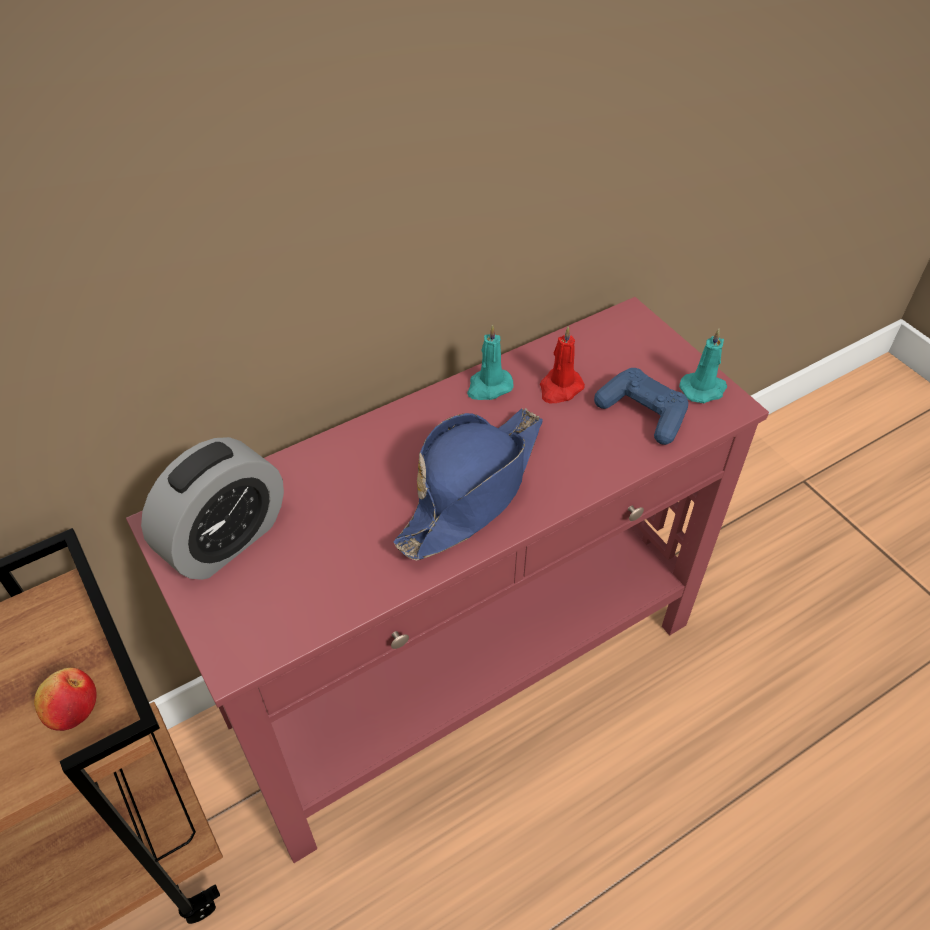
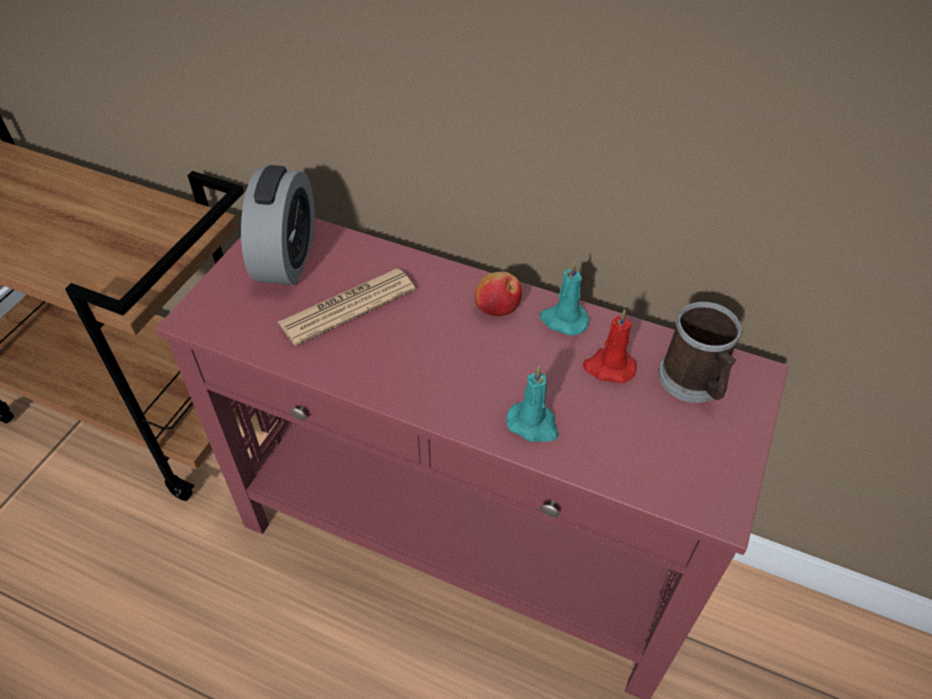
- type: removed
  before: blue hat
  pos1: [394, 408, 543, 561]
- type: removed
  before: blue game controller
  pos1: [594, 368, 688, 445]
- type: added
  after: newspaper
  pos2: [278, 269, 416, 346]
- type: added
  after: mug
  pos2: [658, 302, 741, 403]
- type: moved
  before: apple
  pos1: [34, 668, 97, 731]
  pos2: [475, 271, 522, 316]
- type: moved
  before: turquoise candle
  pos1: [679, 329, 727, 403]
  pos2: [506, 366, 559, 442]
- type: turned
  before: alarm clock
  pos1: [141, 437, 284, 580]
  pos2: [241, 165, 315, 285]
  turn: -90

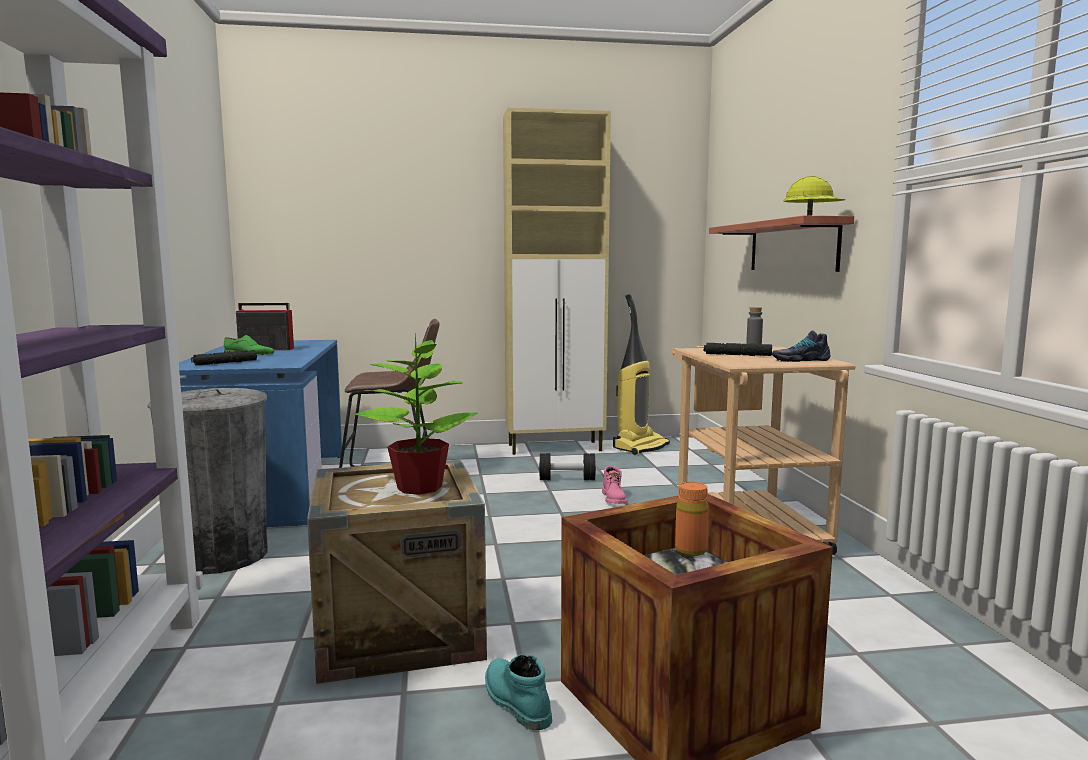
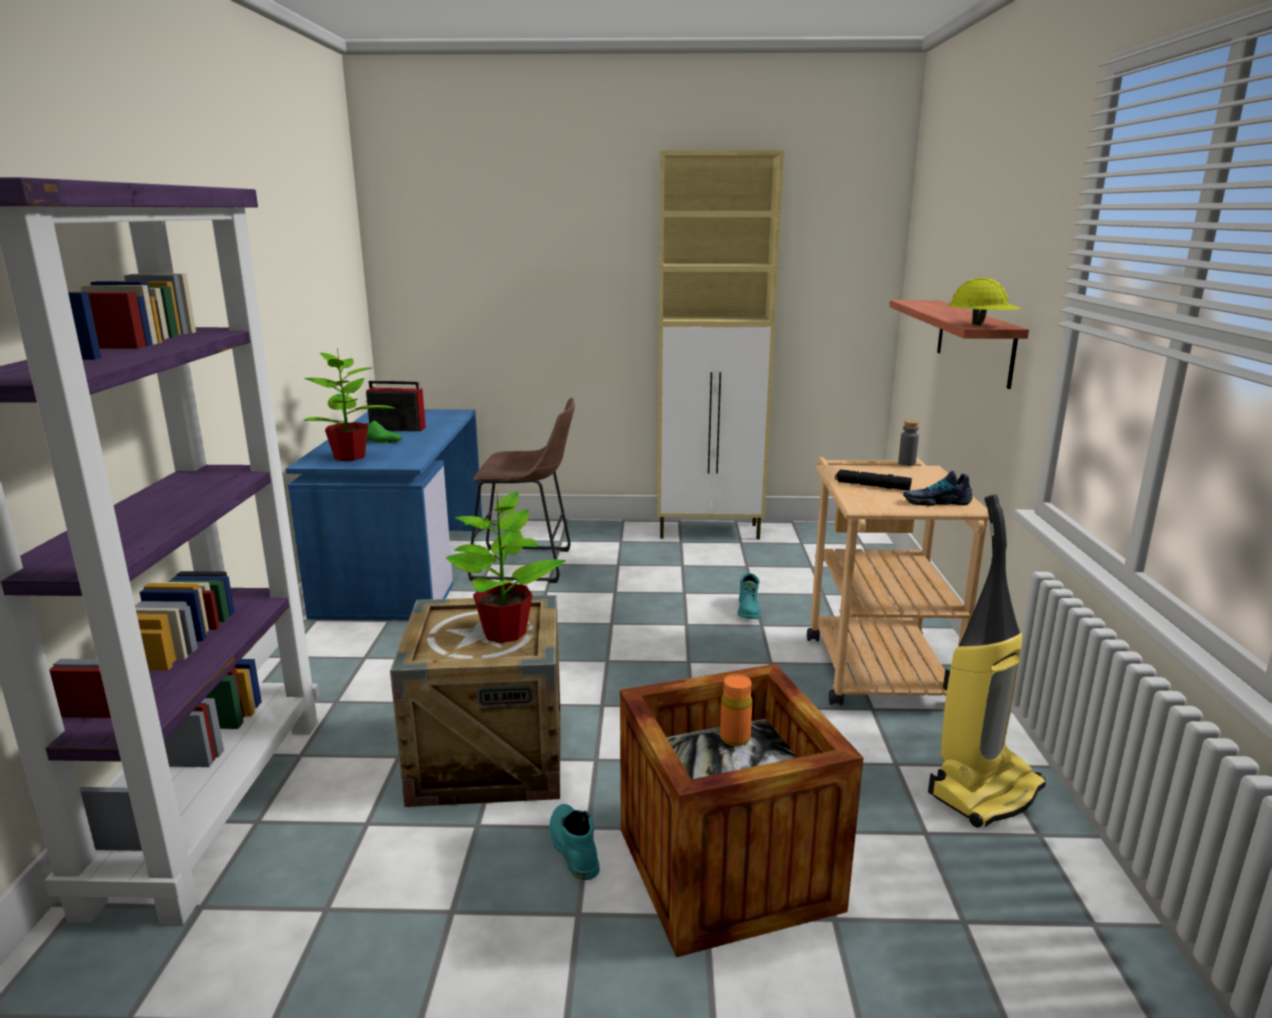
- type: removed
  before: grey trash can
  pos1: [148, 388, 268, 574]
- type: removed
  before: black dumbbell
  pos1: [538, 453, 596, 480]
- type: moved
  before: vacuum cleaner
  pos1: [613, 294, 670, 455]
  pos2: [928, 494, 1046, 828]
- type: replaced
  before: black flashlight
  after: potted plant
  pos1: [191, 350, 257, 366]
  pos2: [304, 353, 397, 461]
- type: recoloured
  before: pink boot
  after: turquoise boot
  pos1: [602, 466, 627, 504]
  pos2: [738, 573, 760, 619]

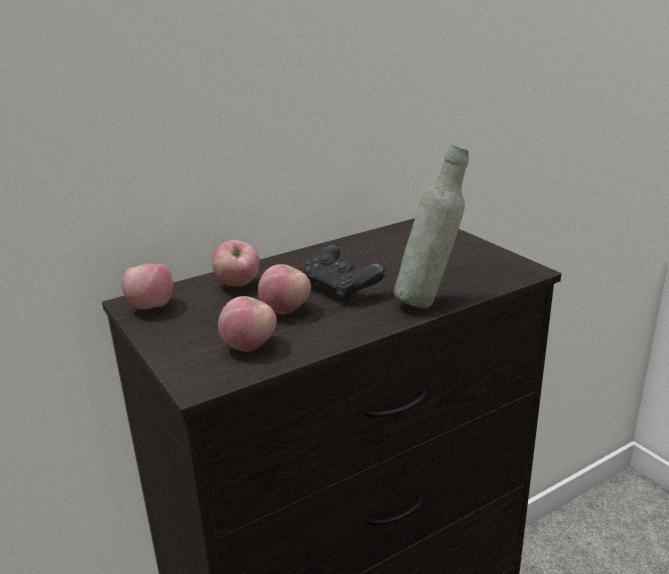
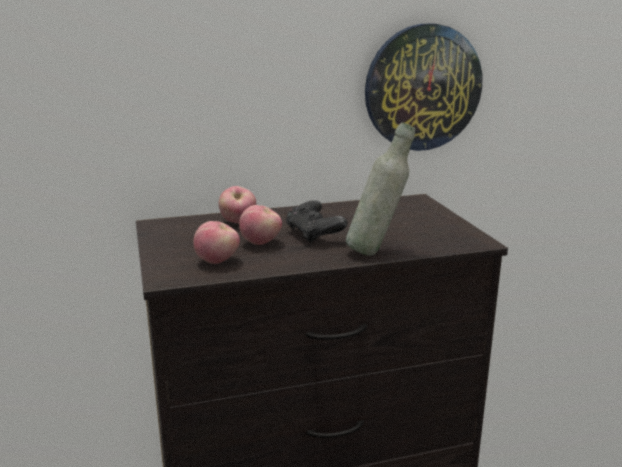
- type: removed
  before: apple
  pos1: [121, 263, 173, 309]
- type: added
  after: wall clock
  pos2: [365, 24, 482, 151]

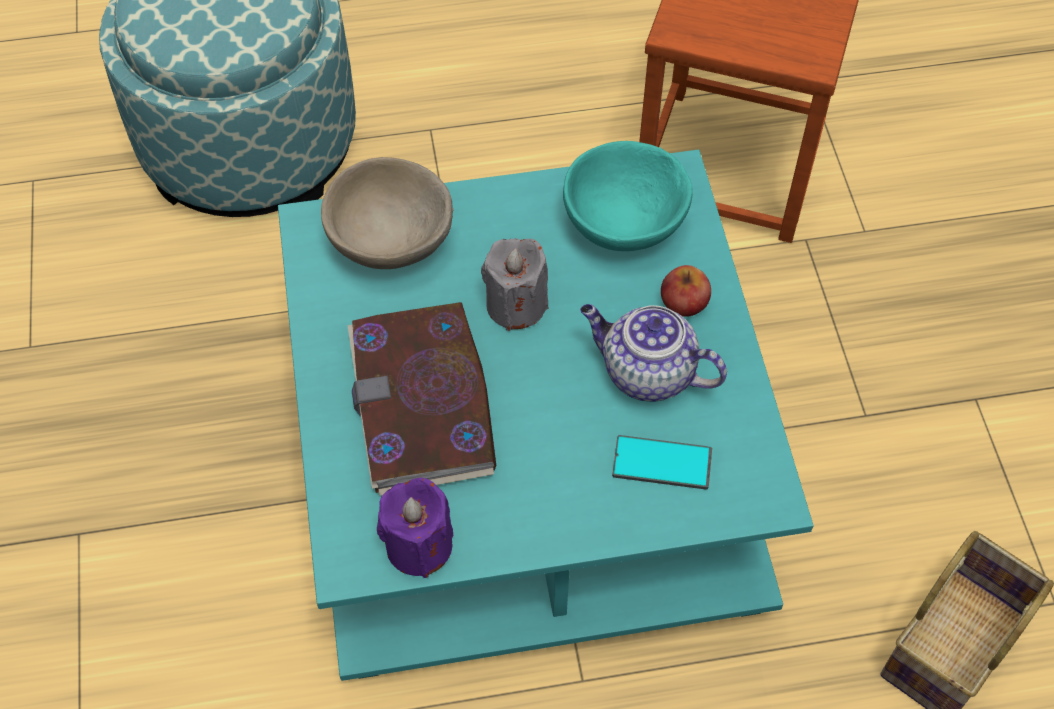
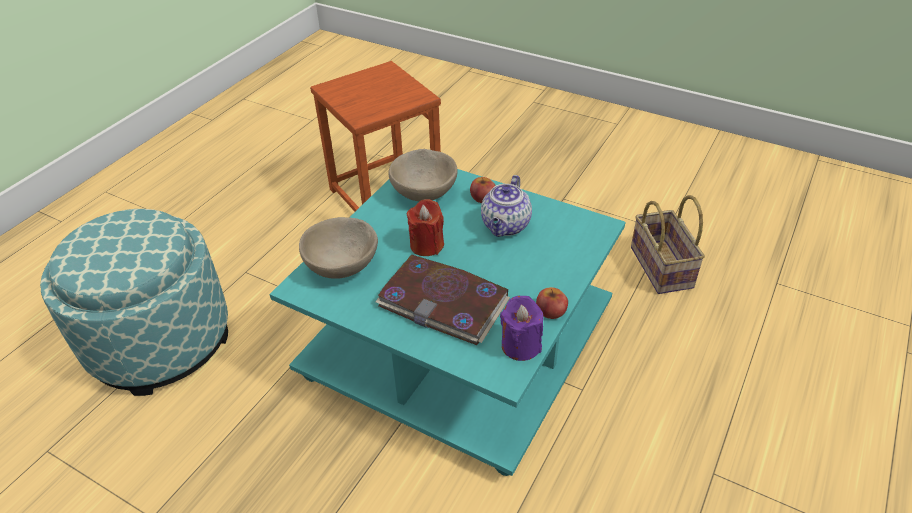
- type: removed
  before: phone
  pos1: [612, 435, 712, 490]
- type: added
  after: apple
  pos2: [536, 287, 568, 319]
- type: recoloured
  before: grey candle
  after: red candle
  pos1: [481, 238, 548, 331]
  pos2: [407, 199, 444, 256]
- type: recoloured
  before: turquoise bowl
  after: beige bowl
  pos1: [563, 141, 693, 251]
  pos2: [389, 149, 458, 201]
- type: turned
  before: teapot
  pos1: [580, 304, 727, 402]
  pos2: [481, 175, 532, 237]
  turn: -45

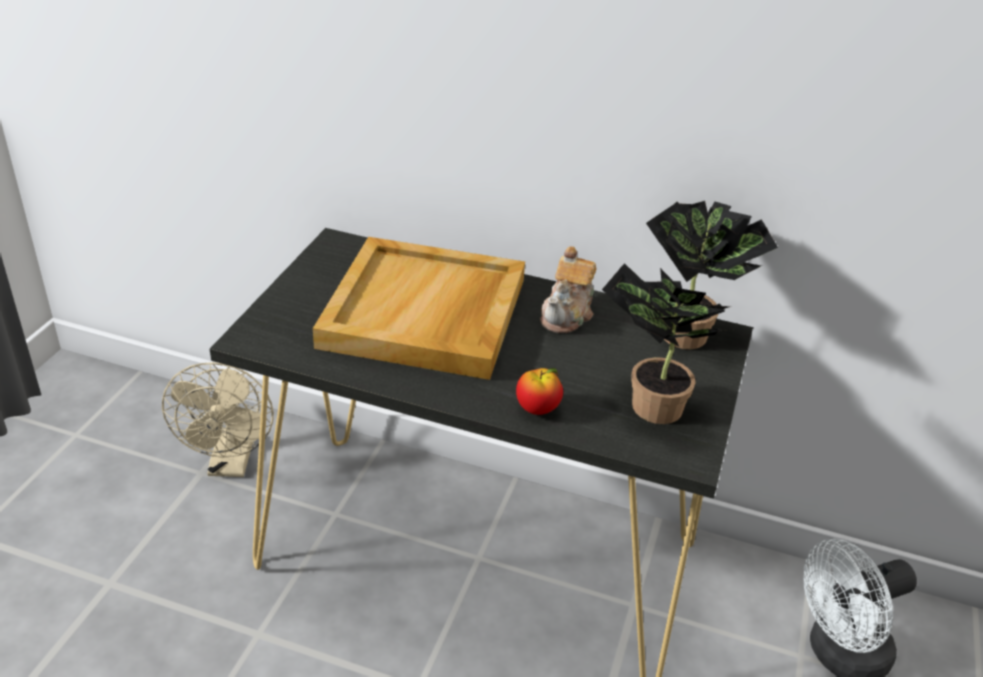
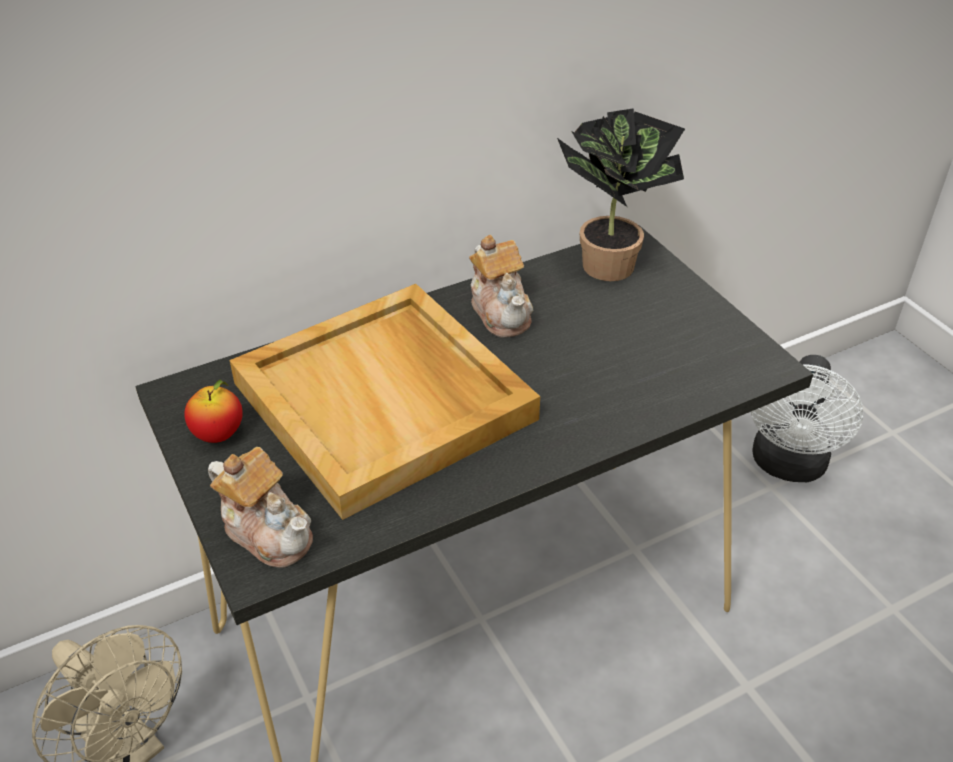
- type: removed
  before: potted plant
  pos1: [602, 263, 732, 424]
- type: added
  after: teapot
  pos2: [208, 447, 313, 568]
- type: moved
  before: apple
  pos1: [516, 368, 563, 415]
  pos2: [184, 380, 243, 443]

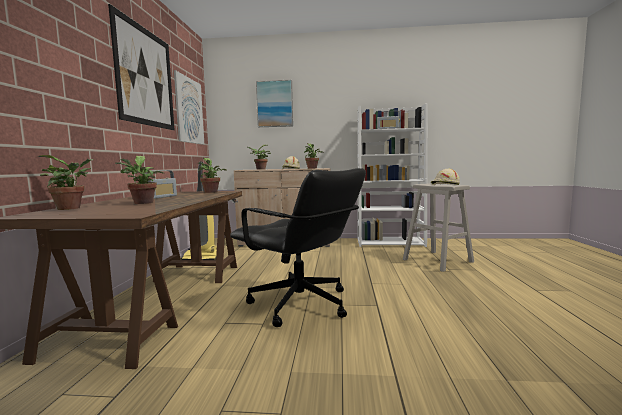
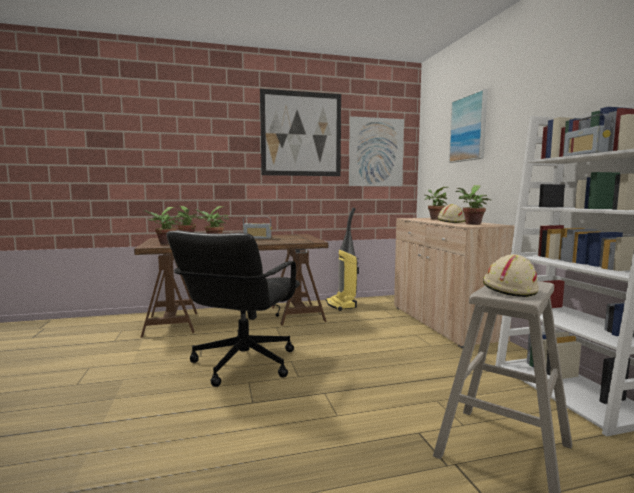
- type: moved
  before: potted plant
  pos1: [198, 158, 227, 193]
  pos2: [142, 207, 181, 245]

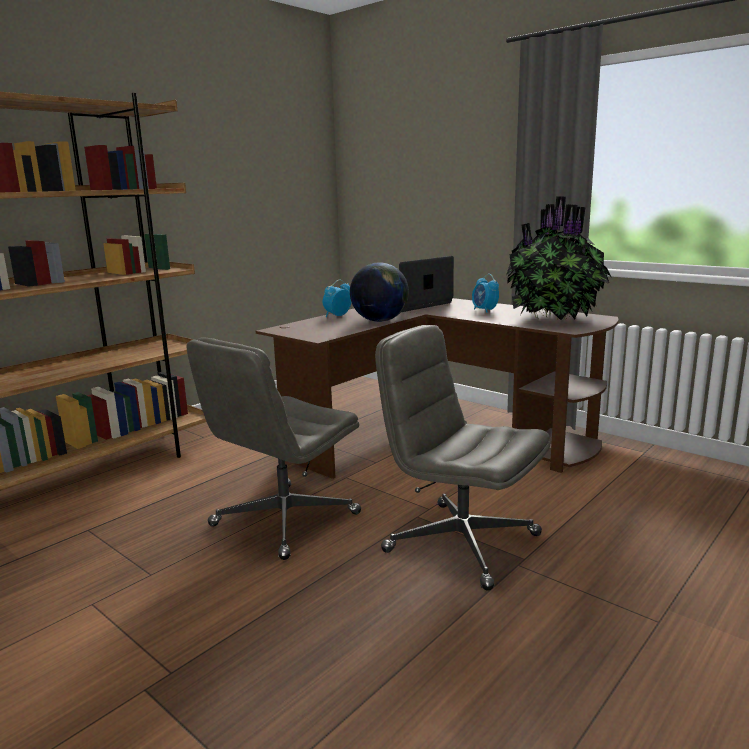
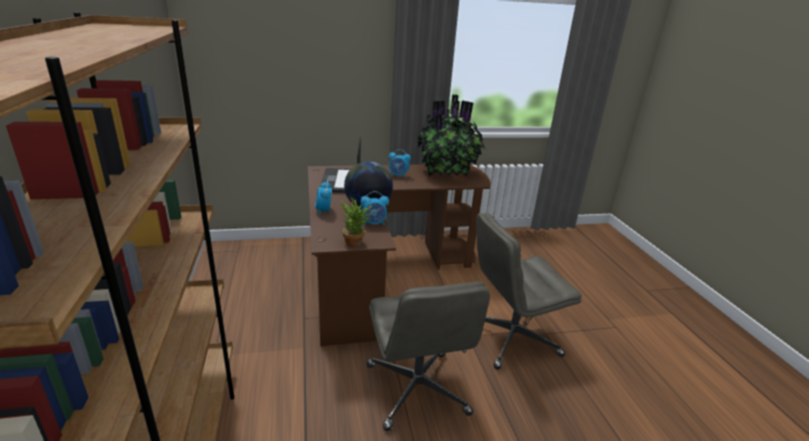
- type: added
  after: potted plant
  pos2: [341, 198, 374, 247]
- type: added
  after: alarm clock
  pos2: [360, 191, 389, 226]

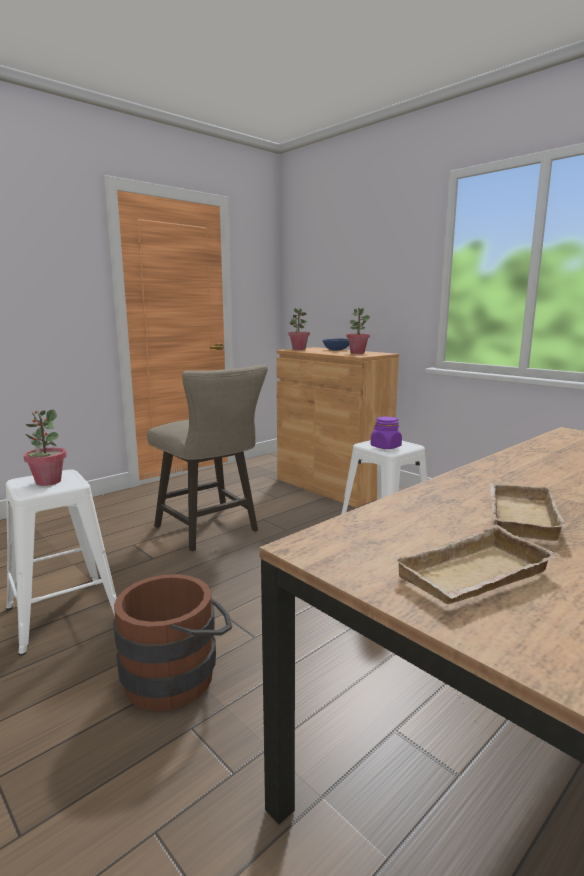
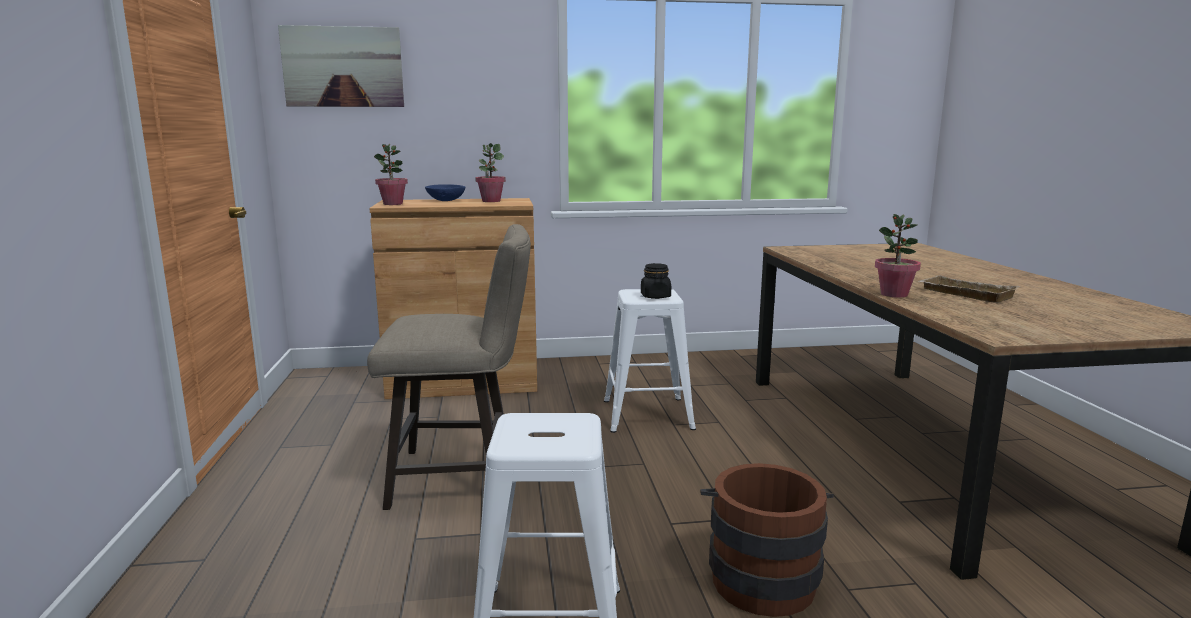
- type: removed
  before: beige tray
  pos1: [393, 525, 559, 604]
- type: added
  after: picture
  pos2: [278, 25, 404, 107]
- type: moved
  before: potted plant
  pos1: [23, 409, 67, 486]
  pos2: [875, 214, 921, 298]
- type: recoloured
  before: purple jar
  after: black jar
  pos1: [371, 416, 402, 449]
  pos2: [641, 263, 671, 299]

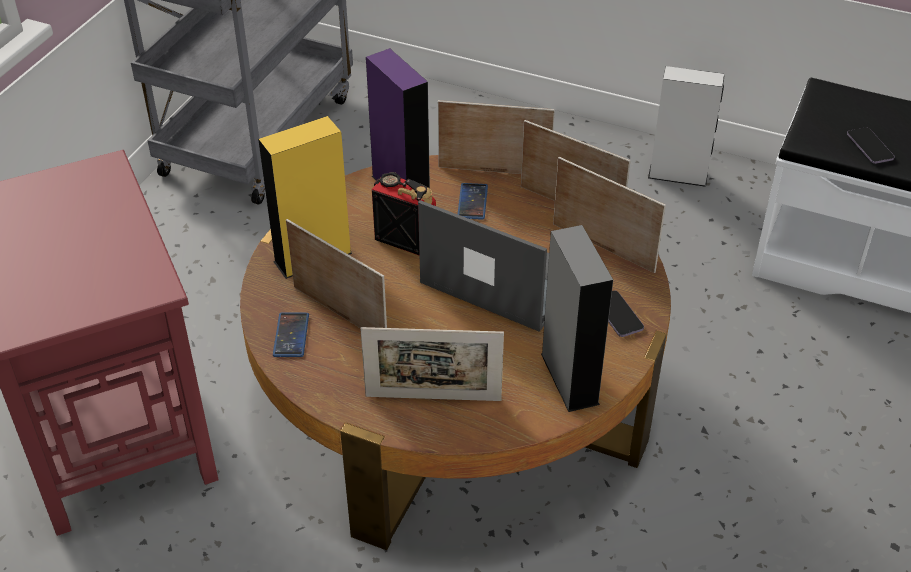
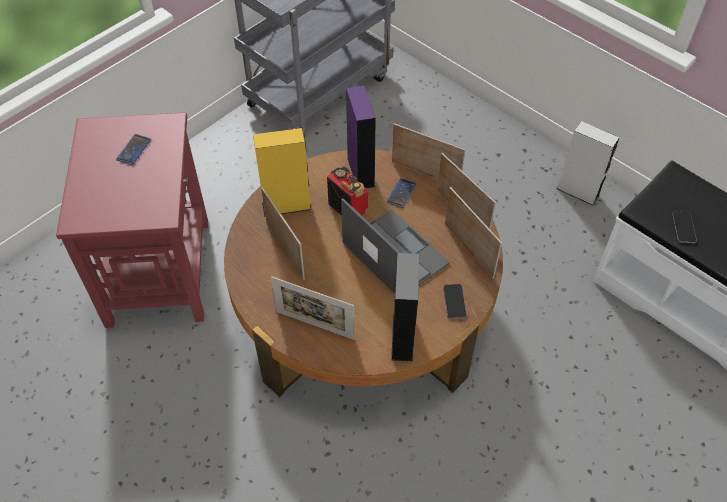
- type: moved
  before: phone
  pos1: [273, 312, 309, 357]
  pos2: [116, 134, 151, 165]

